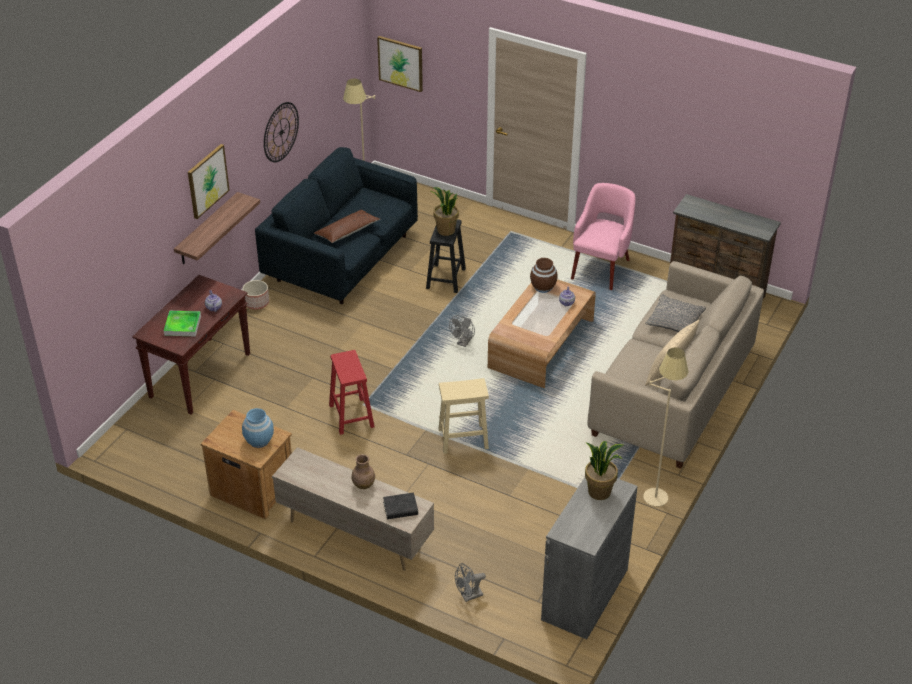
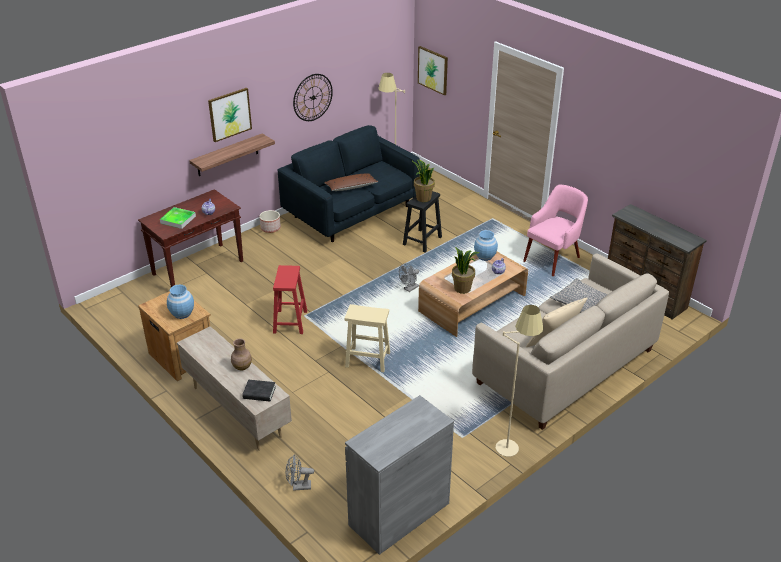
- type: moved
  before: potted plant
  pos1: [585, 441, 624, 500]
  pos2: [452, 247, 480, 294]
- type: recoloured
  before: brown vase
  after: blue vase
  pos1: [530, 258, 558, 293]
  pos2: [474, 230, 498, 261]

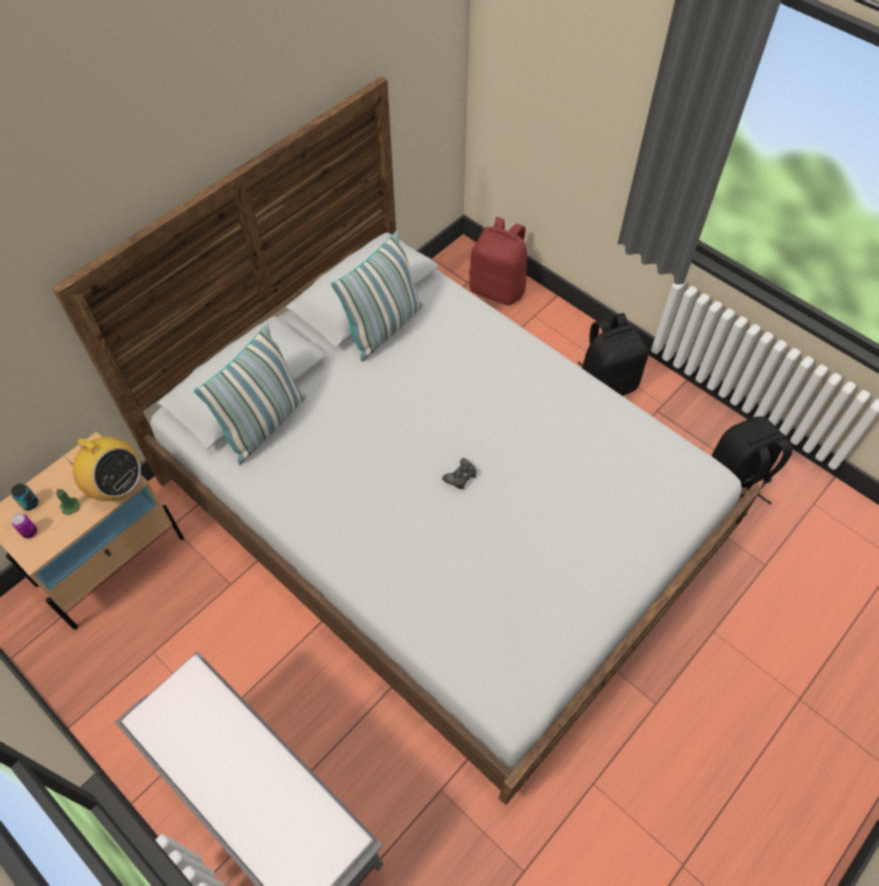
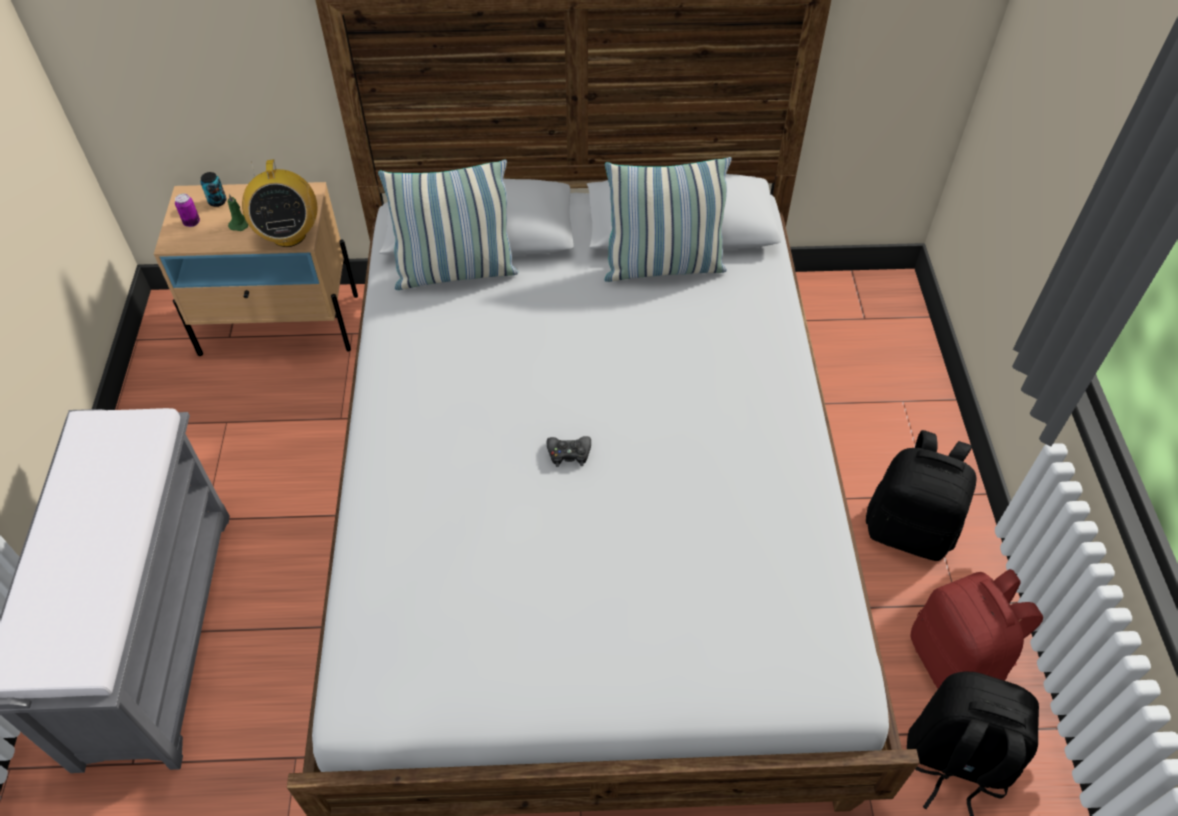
- type: moved
  before: red backpack
  pos1: [469, 217, 527, 306]
  pos2: [911, 569, 1043, 689]

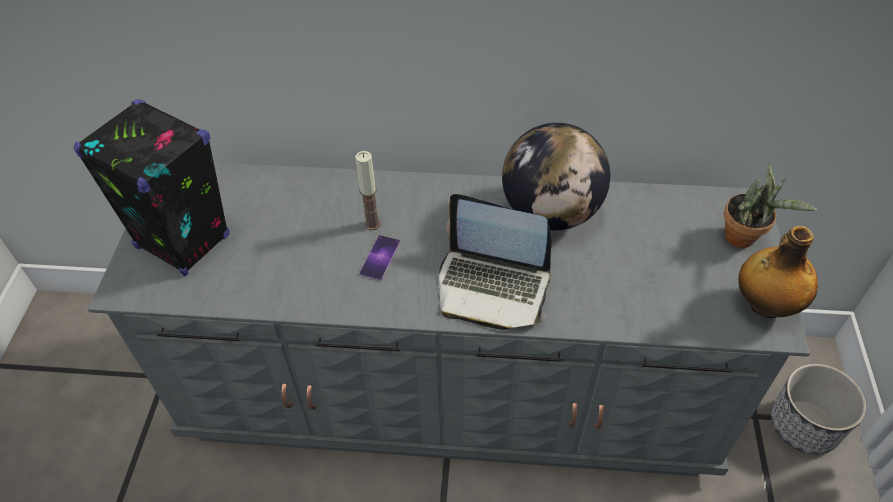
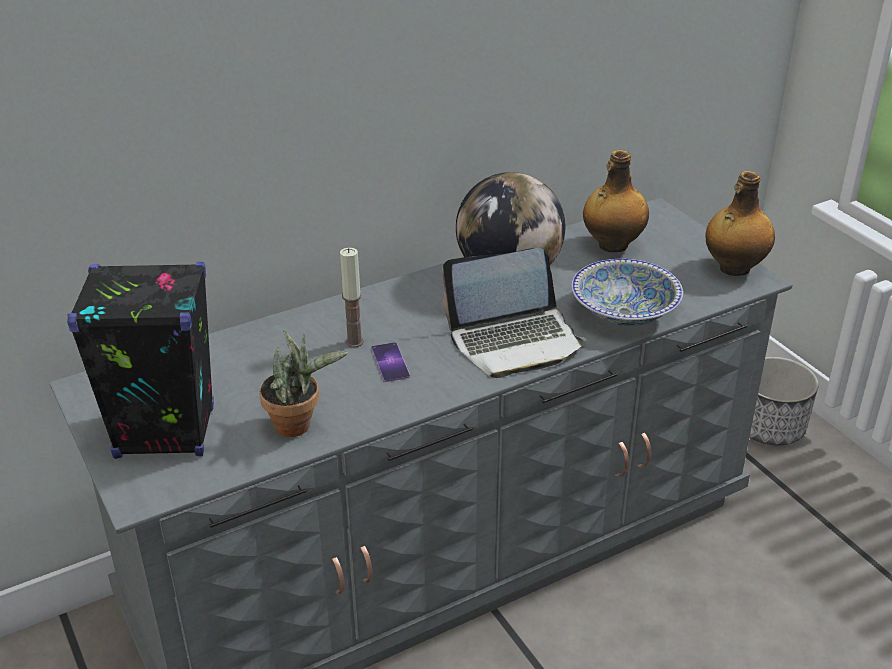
- type: added
  after: bowl
  pos2: [572, 259, 683, 326]
- type: added
  after: bottle
  pos2: [583, 150, 649, 252]
- type: moved
  before: potted plant
  pos1: [724, 163, 817, 248]
  pos2: [259, 330, 348, 437]

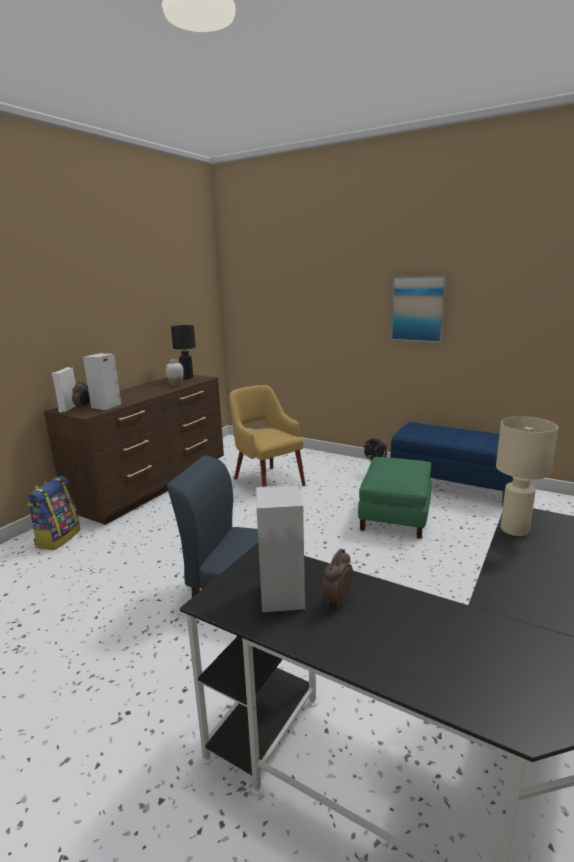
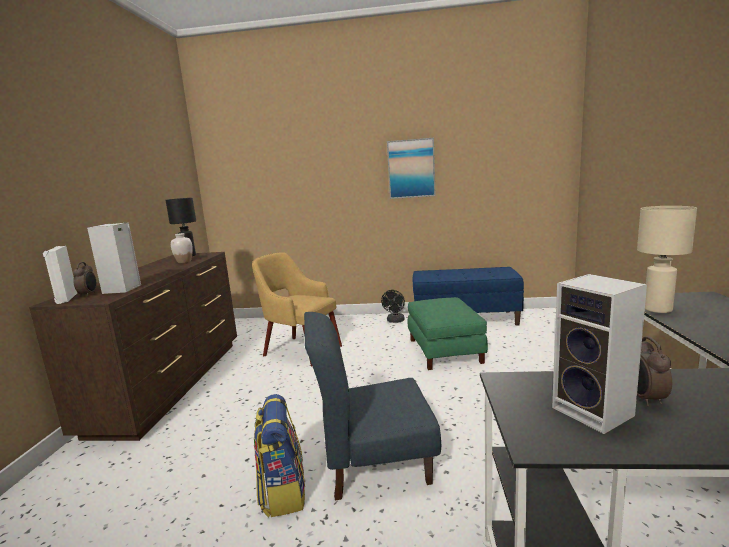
- type: moved
  before: backpack
  pos1: [27, 476, 81, 550]
  pos2: [254, 394, 305, 518]

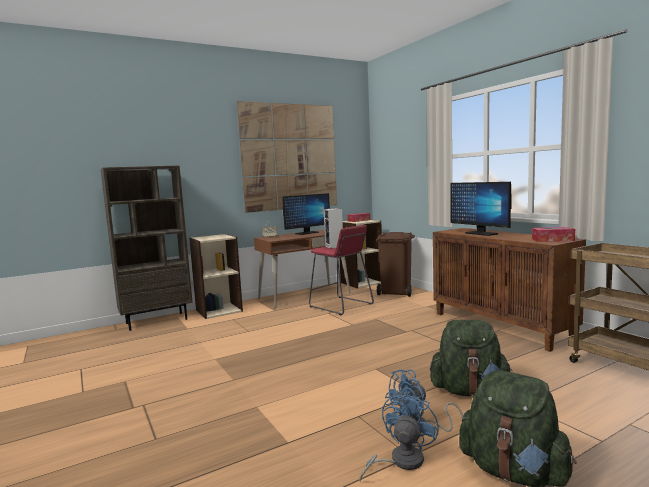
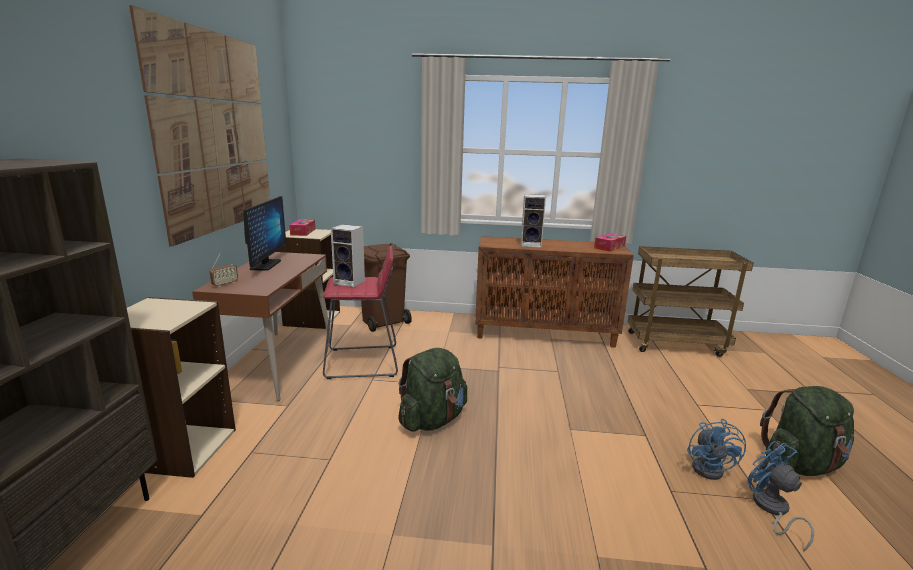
- type: moved
  before: green backpack
  pos1: [430, 320, 512, 396]
  pos2: [398, 348, 467, 432]
- type: replaced
  before: monitor
  after: speaker
  pos1: [450, 182, 512, 236]
  pos2: [521, 194, 546, 248]

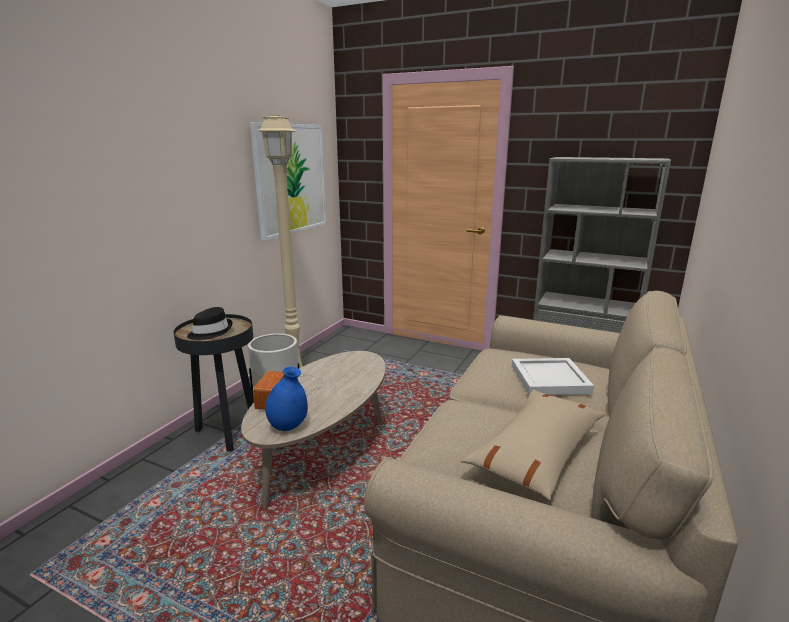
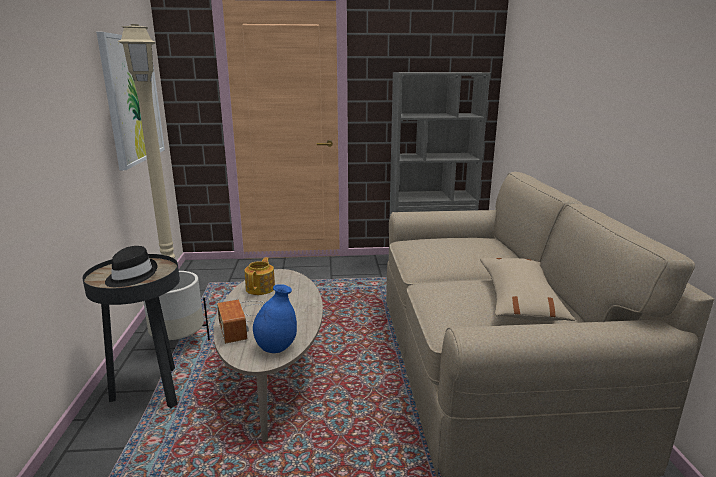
- type: removed
  before: white tray
  pos1: [512, 358, 594, 395]
- type: added
  after: teapot
  pos2: [244, 257, 275, 295]

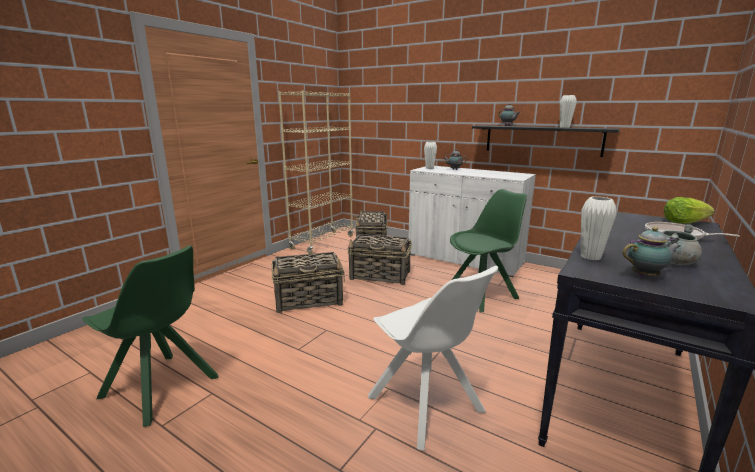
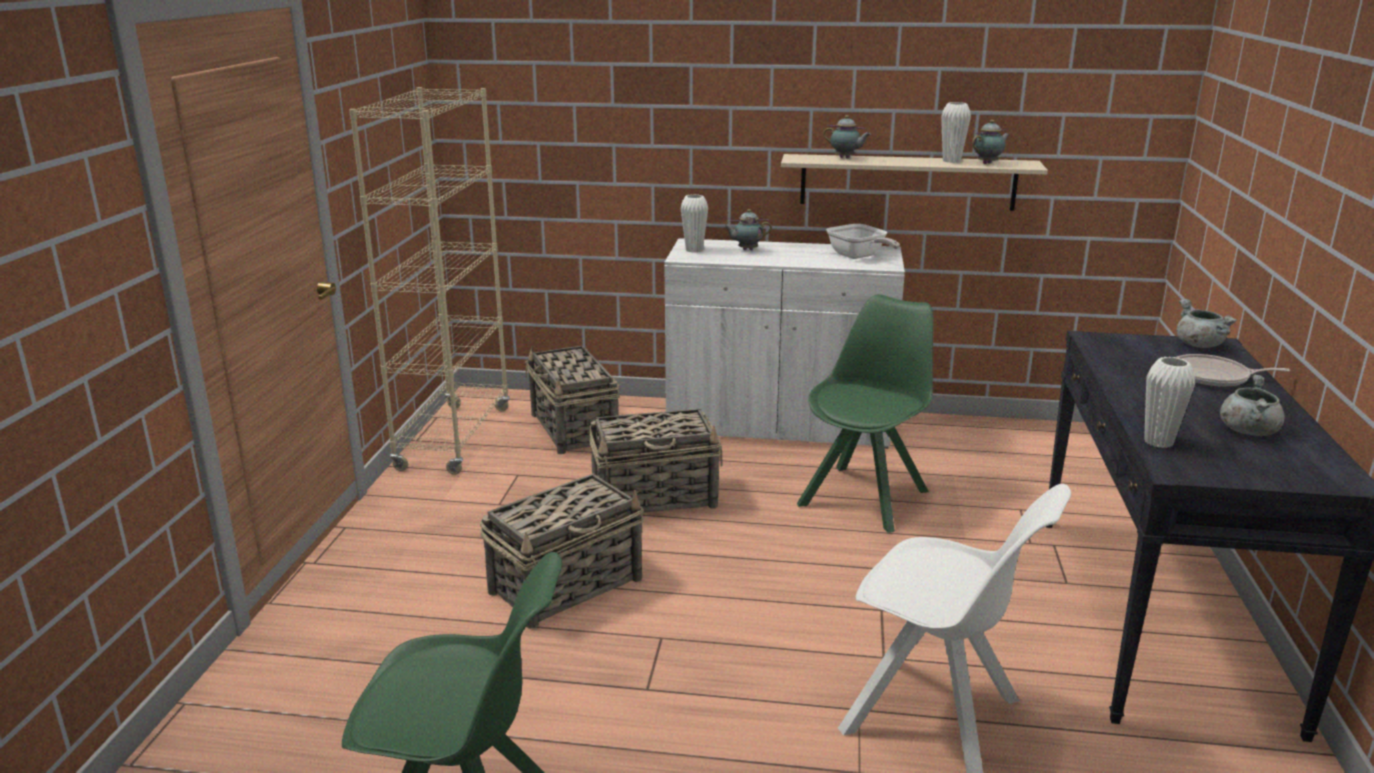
- type: added
  after: frying pan
  pos2: [826, 224, 900, 259]
- type: moved
  before: teapot
  pos1: [622, 227, 680, 277]
  pos2: [972, 120, 1009, 164]
- type: replaced
  before: lettuce
  after: grey cooking pot
  pos1: [664, 197, 715, 224]
  pos2: [1177, 299, 1238, 348]
- type: recoloured
  before: black shelf
  after: beige shelf
  pos1: [472, 125, 620, 157]
  pos2: [781, 154, 1048, 211]

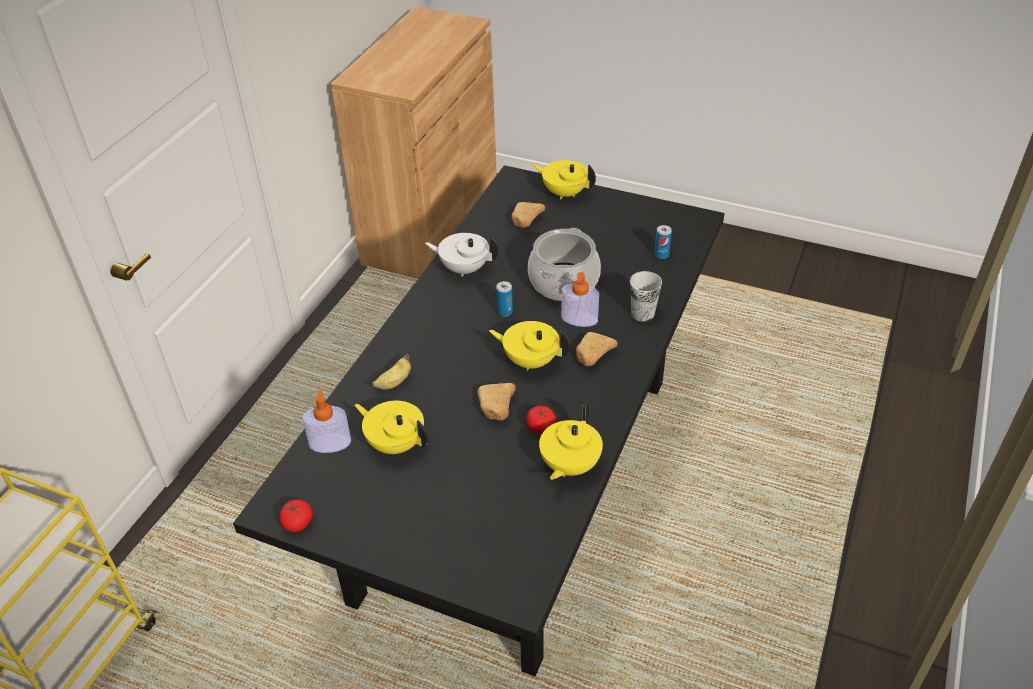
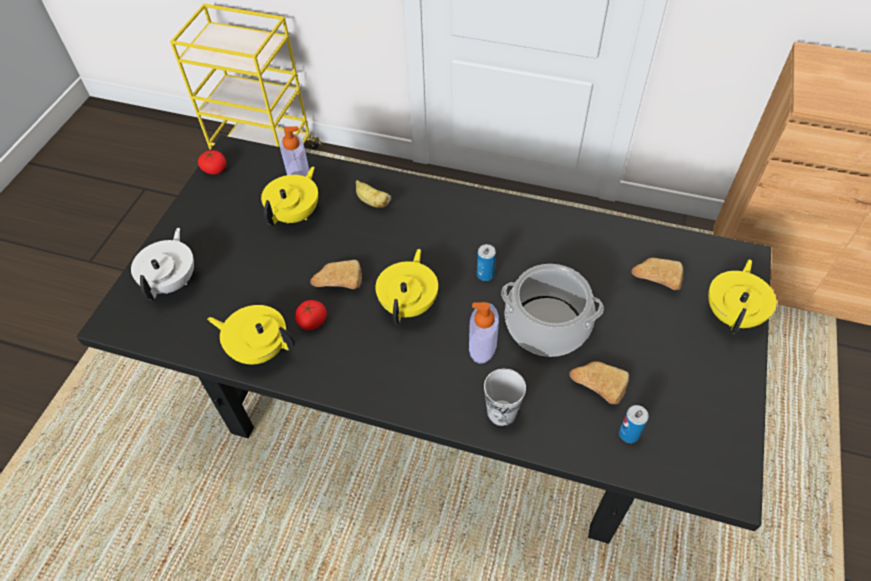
- type: moved
  before: white teapot
  pos1: [425, 233, 499, 277]
  pos2: [131, 228, 194, 300]
- type: moved
  before: bread
  pos1: [576, 332, 618, 367]
  pos2: [569, 361, 629, 404]

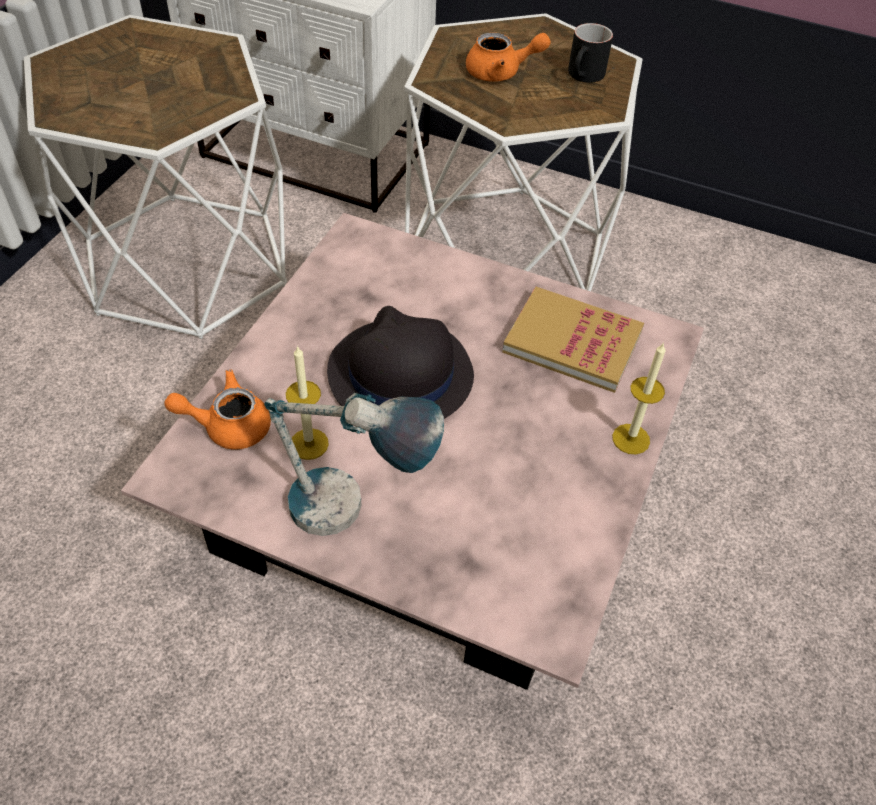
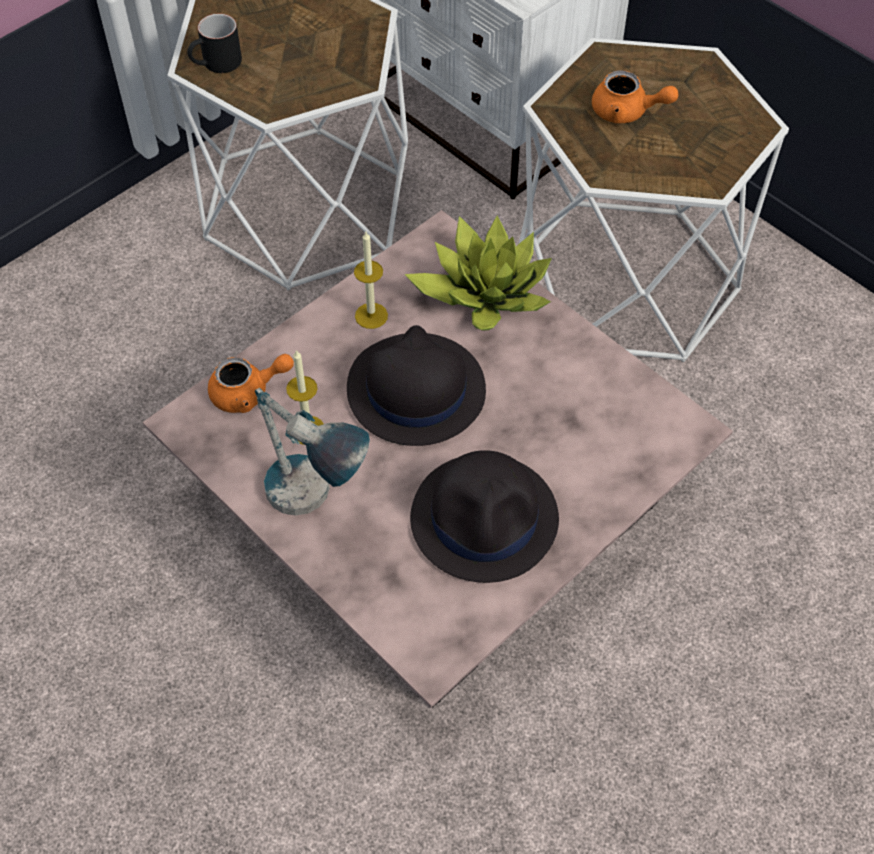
- type: removed
  before: book
  pos1: [502, 286, 644, 393]
- type: added
  after: potted plant
  pos2: [404, 216, 552, 330]
- type: added
  after: black hat
  pos2: [410, 450, 559, 583]
- type: moved
  before: black mug
  pos1: [568, 23, 613, 83]
  pos2: [187, 14, 242, 73]
- type: moved
  before: candle
  pos1: [612, 342, 666, 454]
  pos2: [354, 232, 388, 329]
- type: turned
  before: orange teapot
  pos1: [164, 370, 271, 449]
  pos2: [208, 354, 294, 413]
  turn: 150

